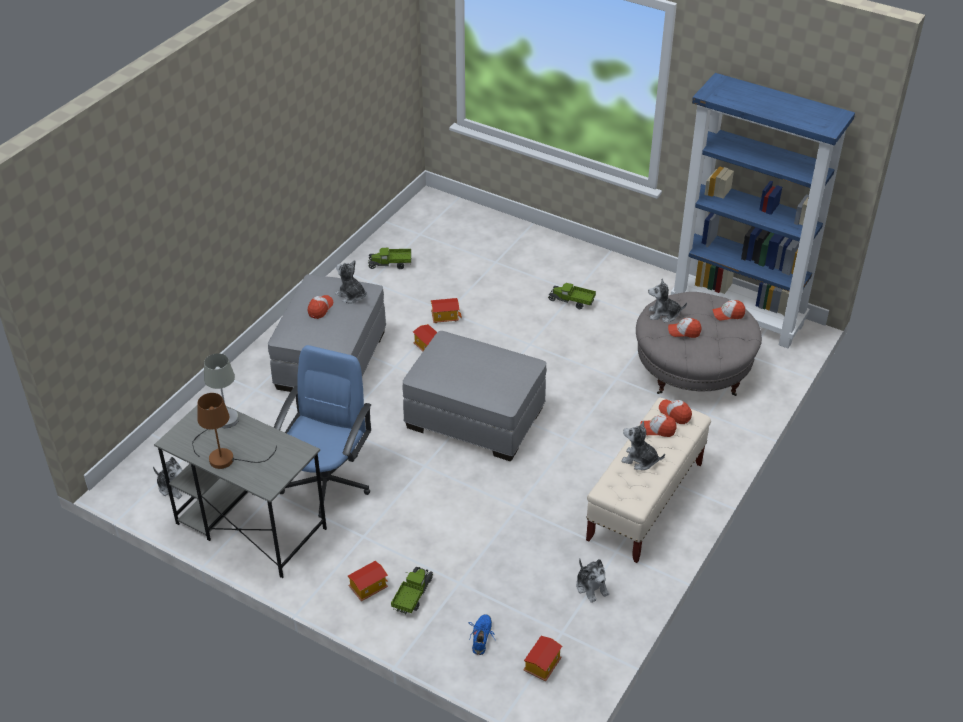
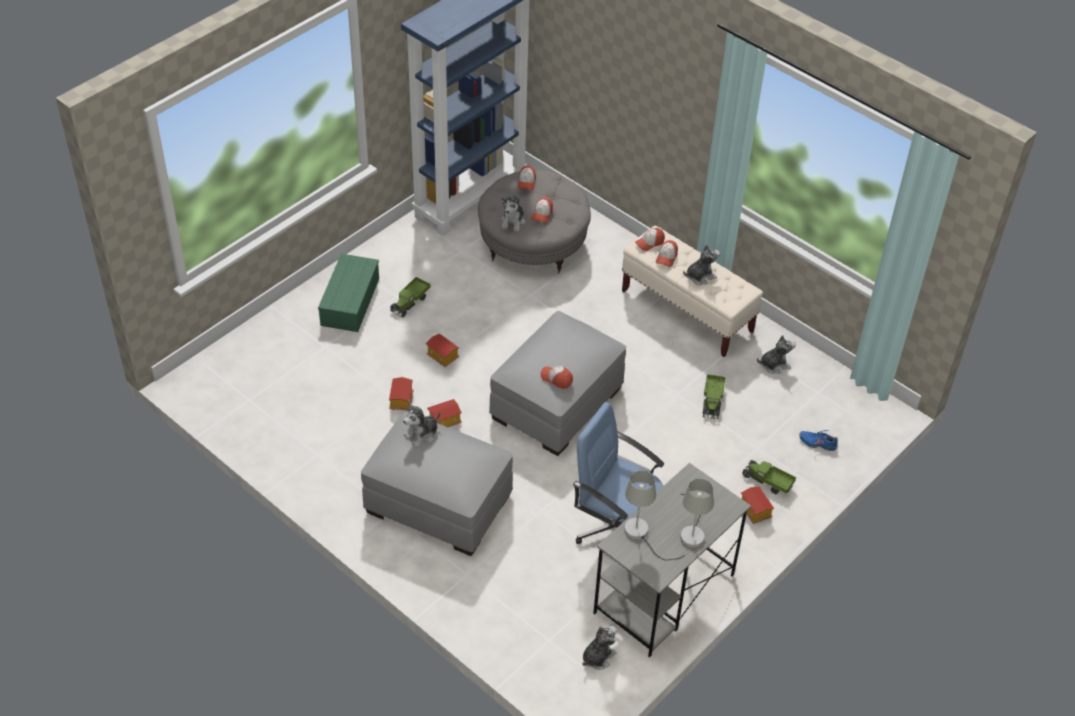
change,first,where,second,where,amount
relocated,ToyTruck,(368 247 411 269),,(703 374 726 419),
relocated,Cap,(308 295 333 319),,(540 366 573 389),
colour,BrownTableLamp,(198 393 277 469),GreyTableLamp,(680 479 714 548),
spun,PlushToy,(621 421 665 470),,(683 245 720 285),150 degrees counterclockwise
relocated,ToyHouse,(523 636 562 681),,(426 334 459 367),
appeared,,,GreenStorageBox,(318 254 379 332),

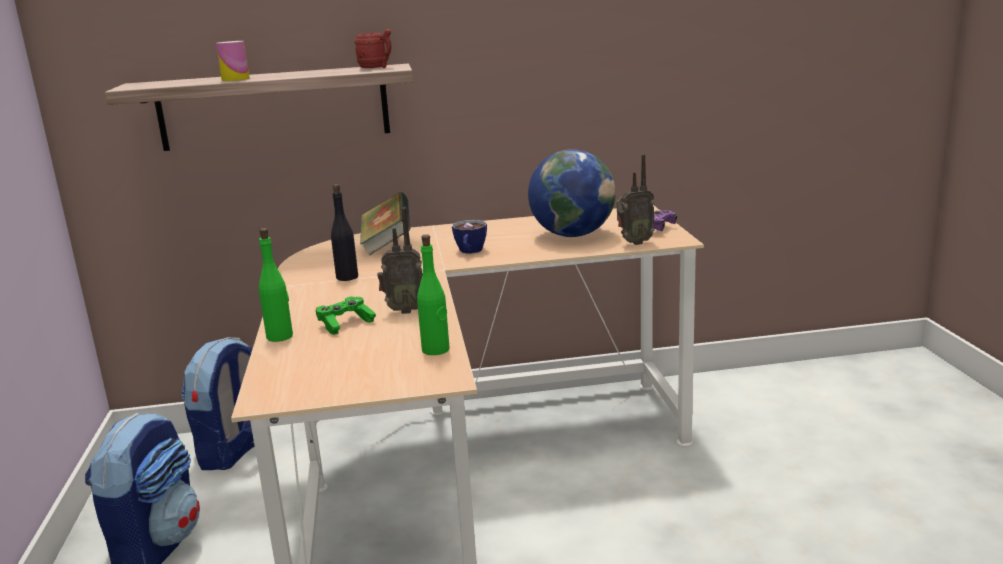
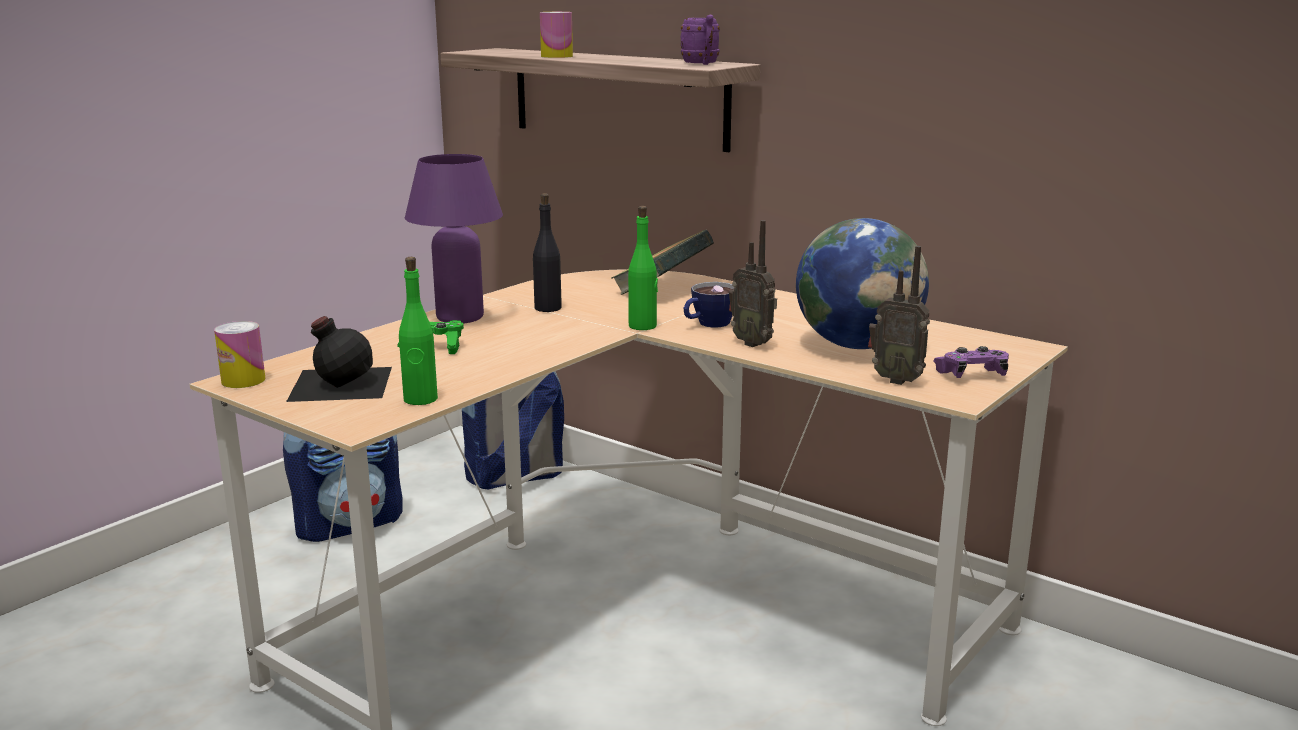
change,first,where,second,where,amount
colour,RedMug,(355 29 391 68),PurpleMug,(681 14 720 65),
relocated,Radio,(377 207 423 314),,(729 220 777 347),
relocated,GreenBottle,(259 228 293 342),,(628 206 658 330),
appeared,,,PurpleTableLamp,(405 154 503 324),
appeared,,,BlackBottle,(286 316 392 402),
appeared,,,Can,(214 321 266 388),

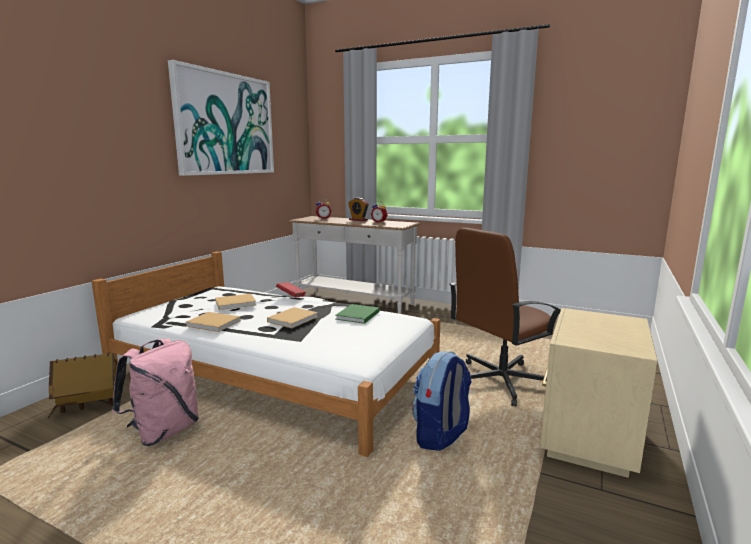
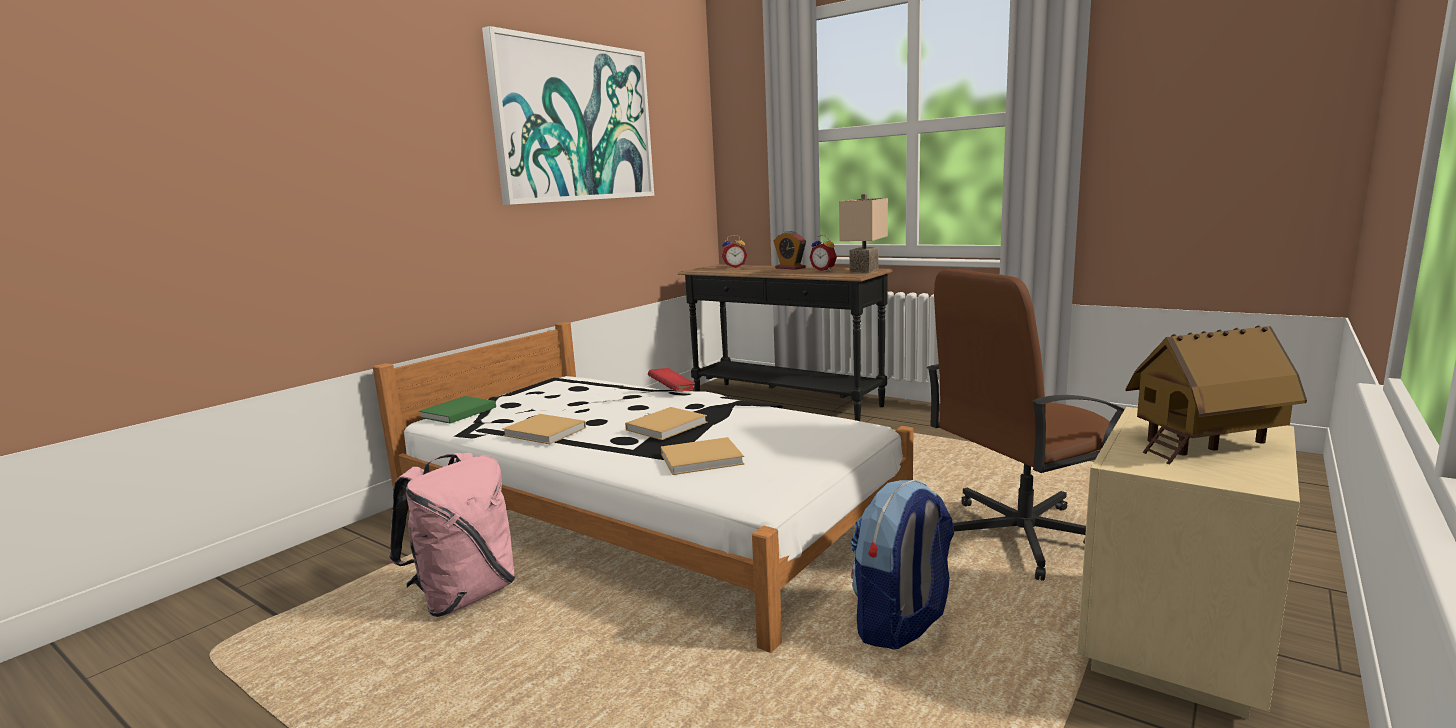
change,first,where,second,where,amount
colour,WhiteConsoleTable,(288 216 420 314),BlackConsoleTable,(678 264 893 421),
relocated,BeigeBook,(215 294 256 310),,(661 437 744 475),
relocated,GreenBook,(335 304 380 324),,(418 396 496 424),
relocated,ToyHouse,(47 353 118 419),,(1126 325 1307 464),
appeared,,,BeigeTableLamp,(839 194 888 273),

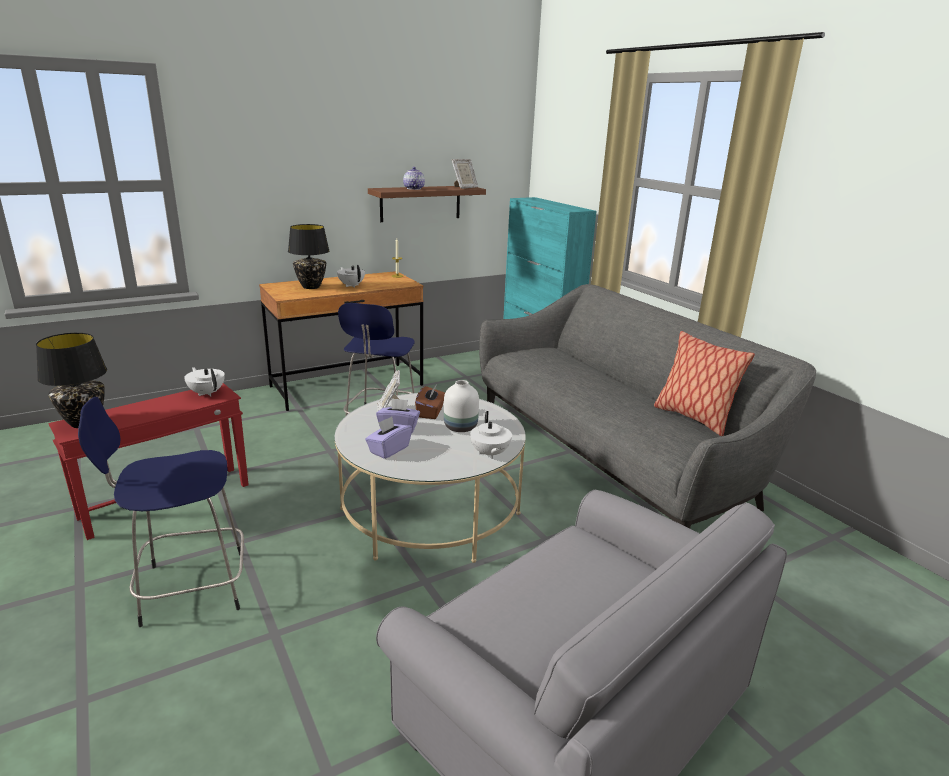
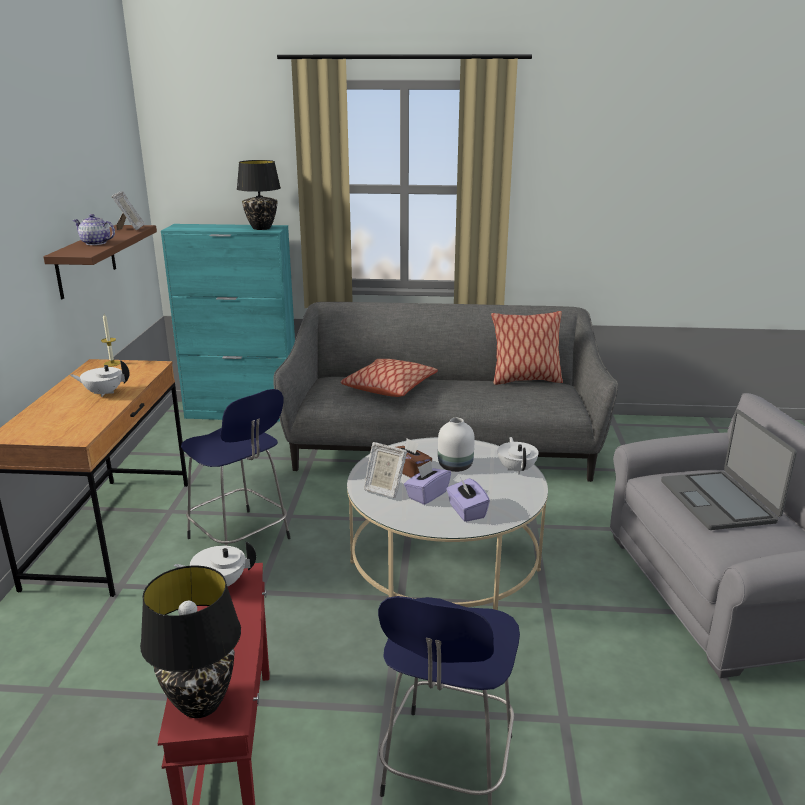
change,first,where,second,where,amount
relocated,BlackTableLamp,(288 224 330 289),,(237 160 281 230),
spun,WhiteTeapot,(470 411 512 459),,(498 437 539 474),120 degrees counterclockwise
appeared,,,Pillow,(341 359 438 397),
appeared,,,Laptop,(661 409 797 530),

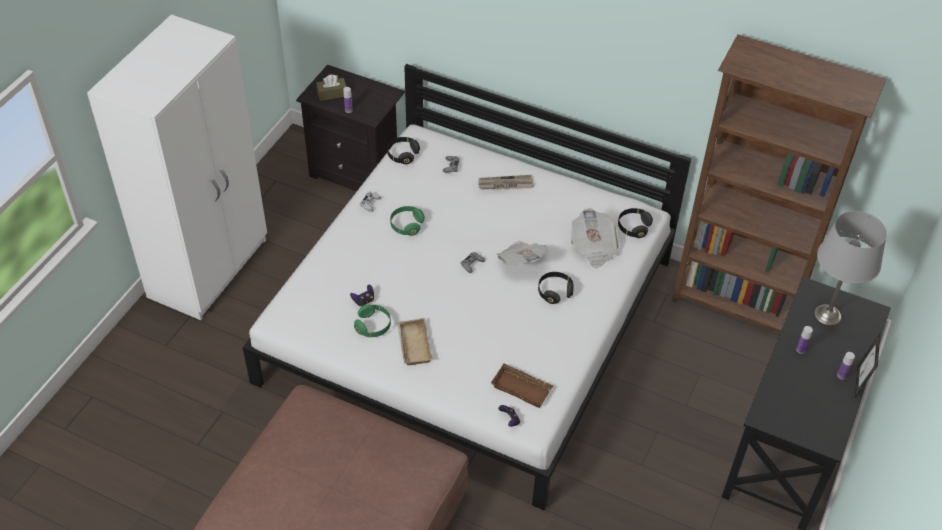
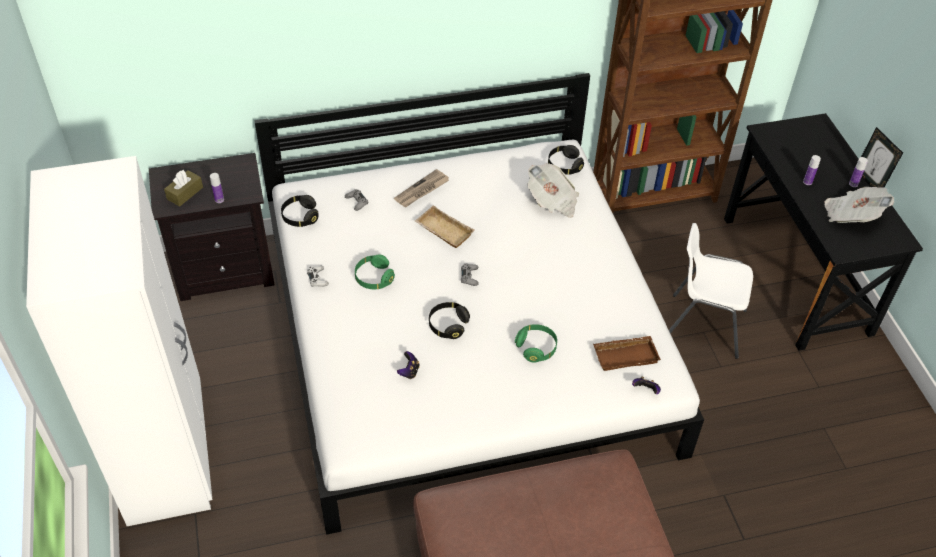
change,first,where,second,where,amount
missing,GreyTableLamp,(814 211 887 325),,,
relocated,Newspaper,(496 241 550 266),,(824 187 894 223),
relocated,BlackHeadphones,(538 272 574 304),,(429 302 470 339),
relocated,GreenHeadphones,(354 304 391 337),,(515 324 557 362),
relocated,BeigeTray,(397 318 433 365),,(415 205 474 248),
appeared,,,WhiteChair,(669 223 753 359),

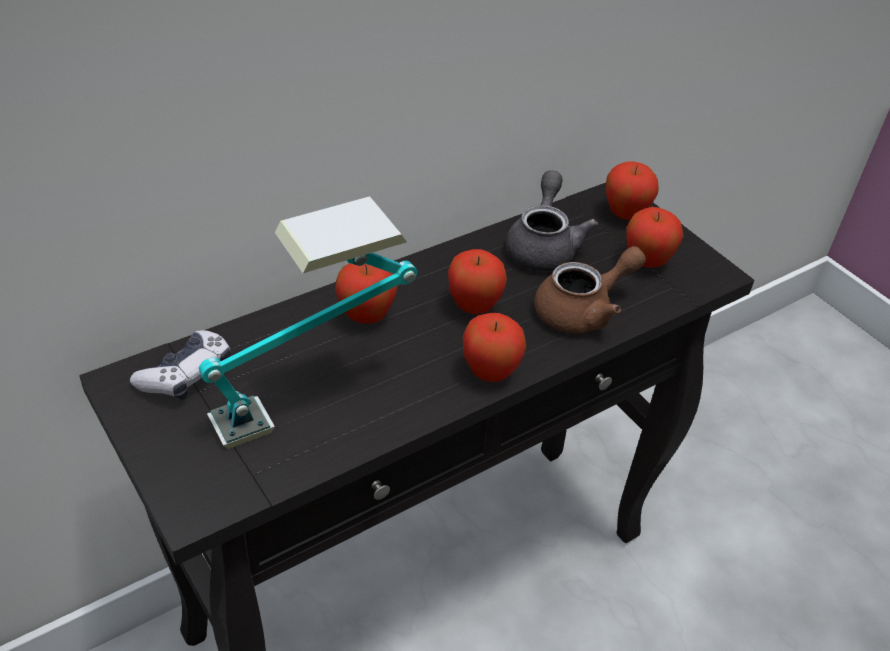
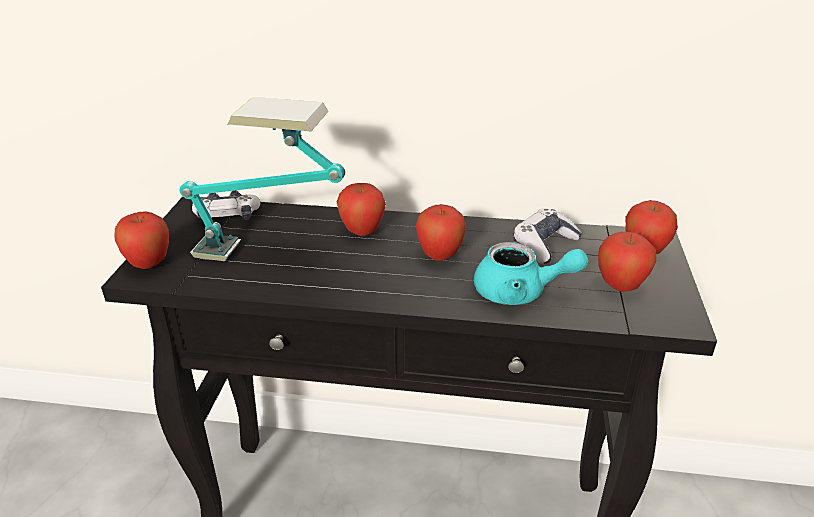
change,first,where,second,where,amount
exchanged,GreyTeapot,(505 170 598 271),GameController,(513 209 582 264),
colour,BrownTeapot,(534 246 646 333),TurquoiseTeapot,(474 242 588 305),
relocated,Apple,(463 313 526 382),,(114 211 169 269),

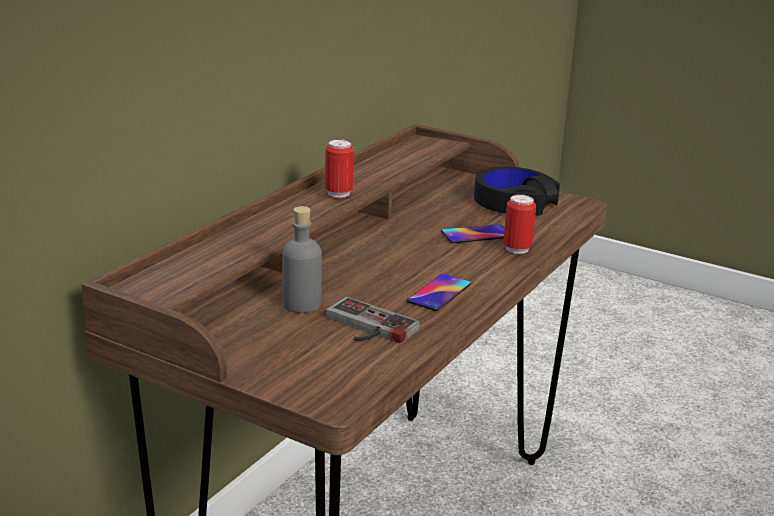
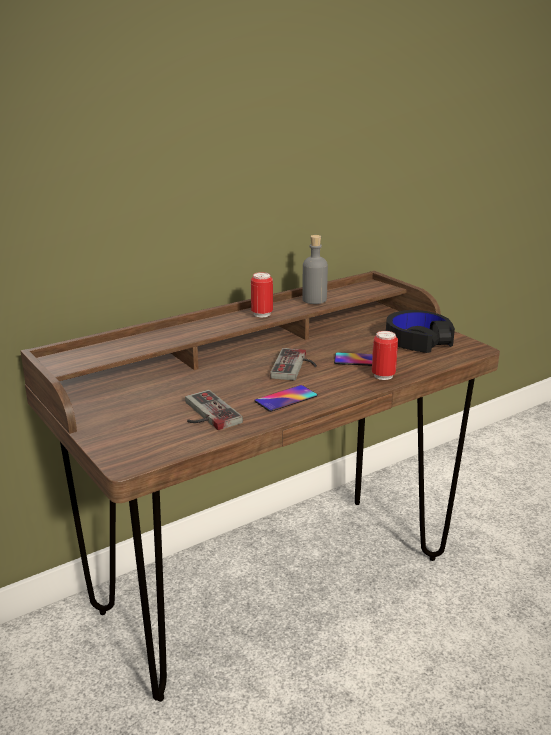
change,first,where,second,where,amount
relocated,GreyBottle,(282 206 322 313),,(302 235 328 304),
appeared,,,GameController,(270 348 317 381),

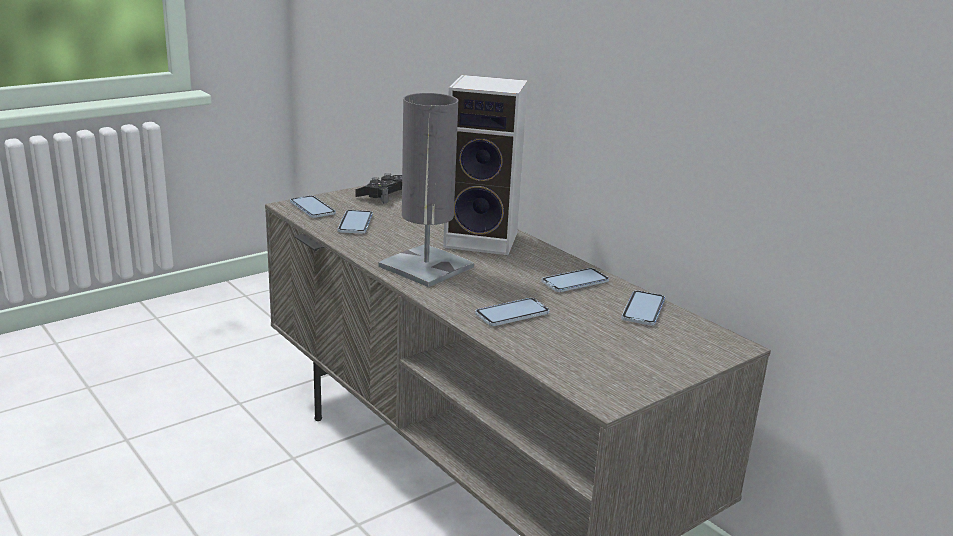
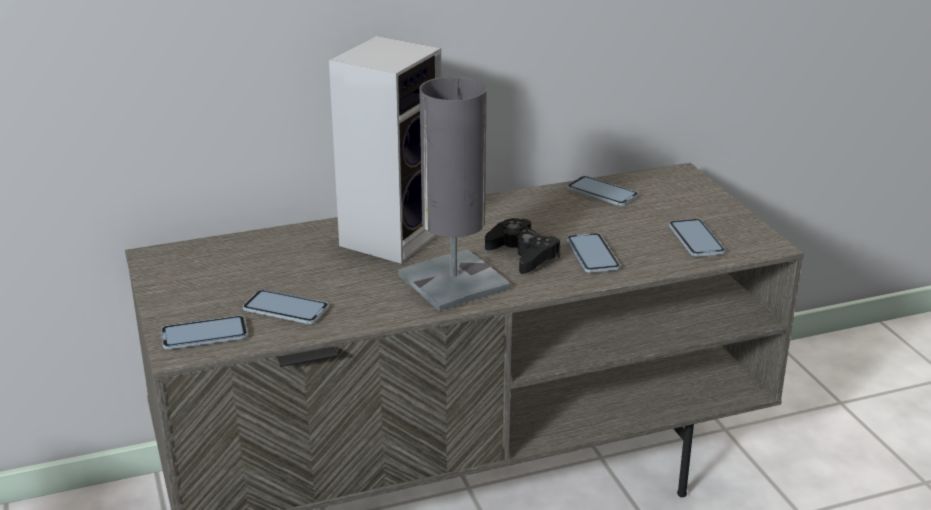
change,first,where,second,where,amount
relocated,BlackGameController,(356 173 402 204),,(485 218 560 274),
relocated,Phone,(542 268 609 292),,(669 219 725 257),

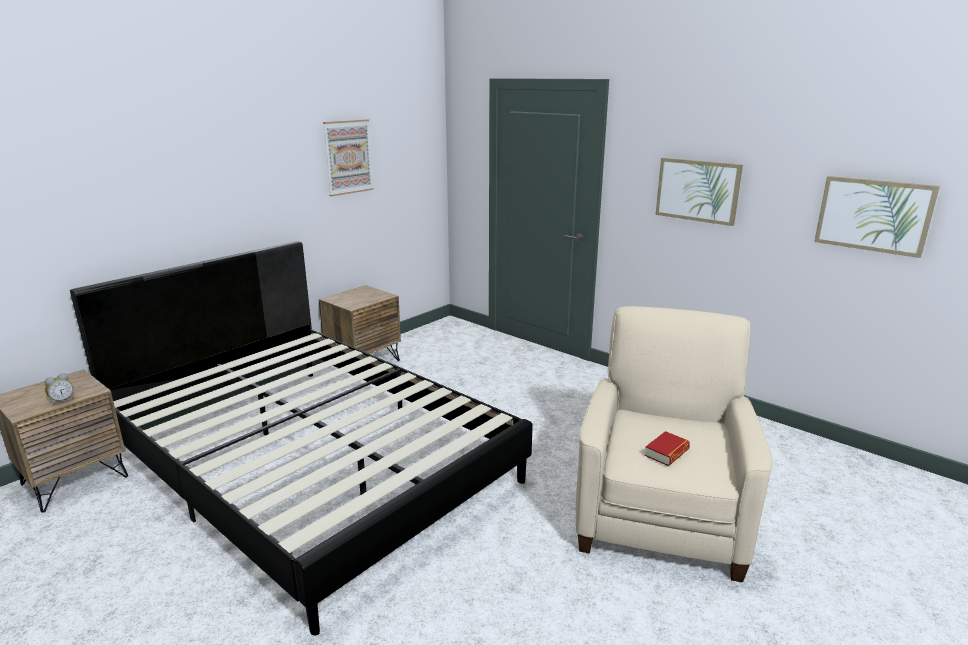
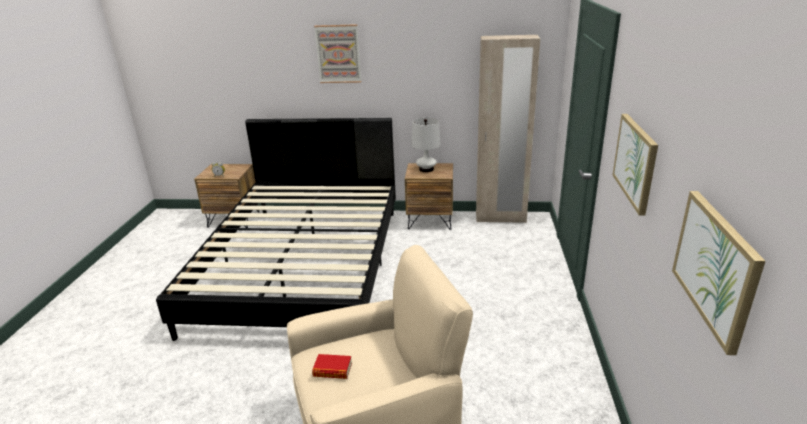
change,first,where,second,where,amount
relocated,Picture,(323 119 374 196),,(314 24 361 83),
appeared,,,BeigeWardrobe,(476 35 540 223),
appeared,,,WhiteTableLamp,(412 117 441 172),

